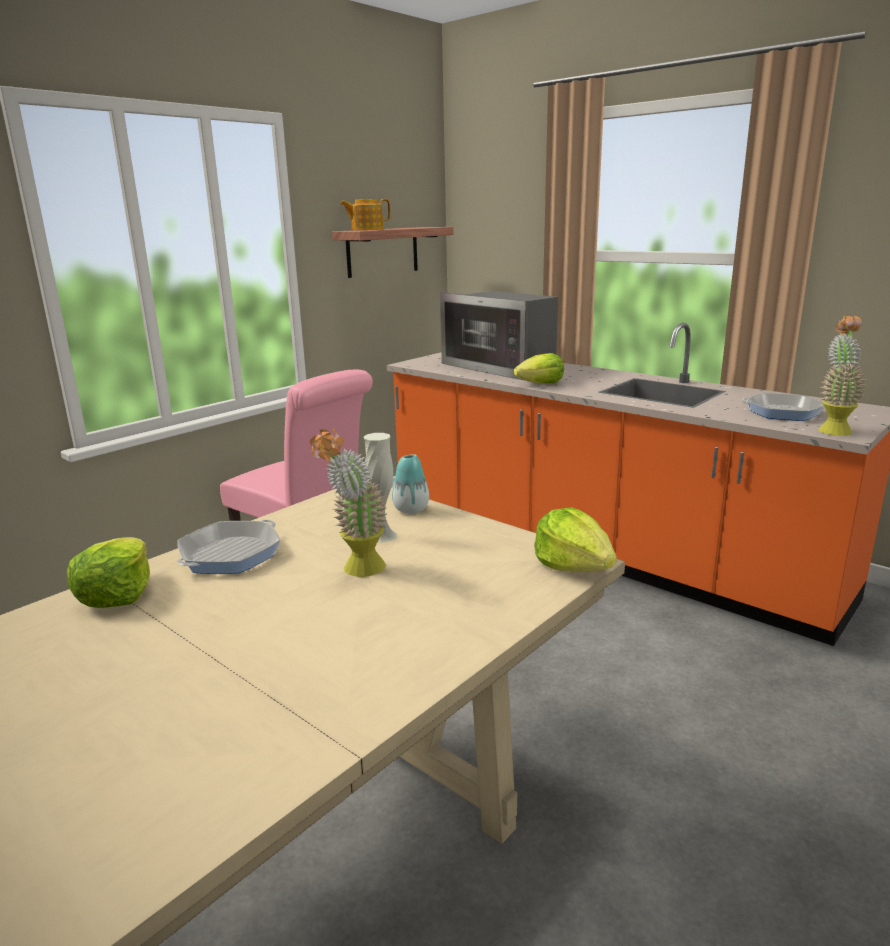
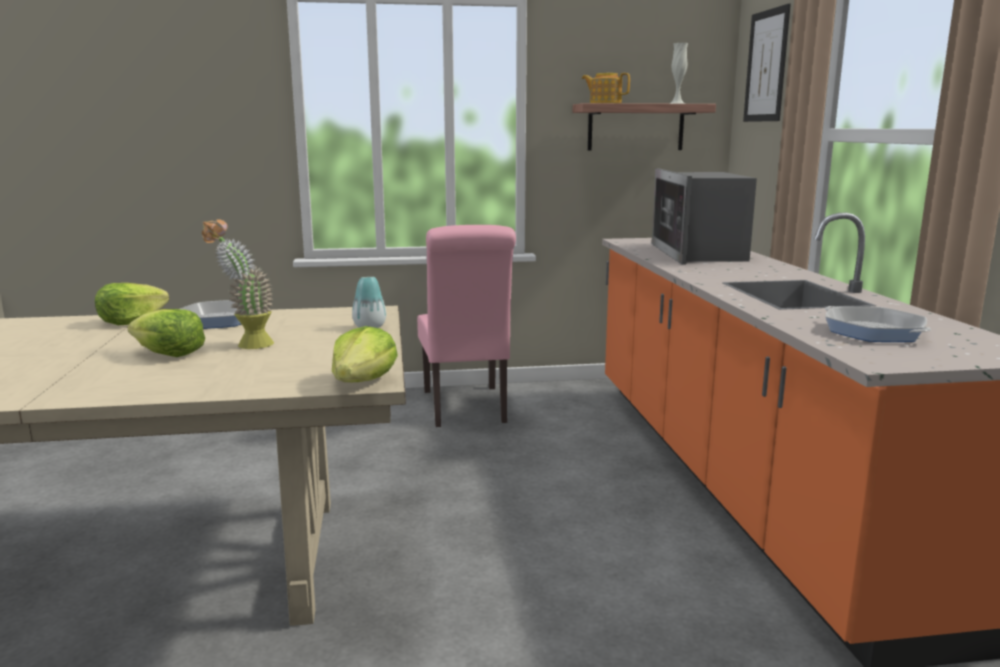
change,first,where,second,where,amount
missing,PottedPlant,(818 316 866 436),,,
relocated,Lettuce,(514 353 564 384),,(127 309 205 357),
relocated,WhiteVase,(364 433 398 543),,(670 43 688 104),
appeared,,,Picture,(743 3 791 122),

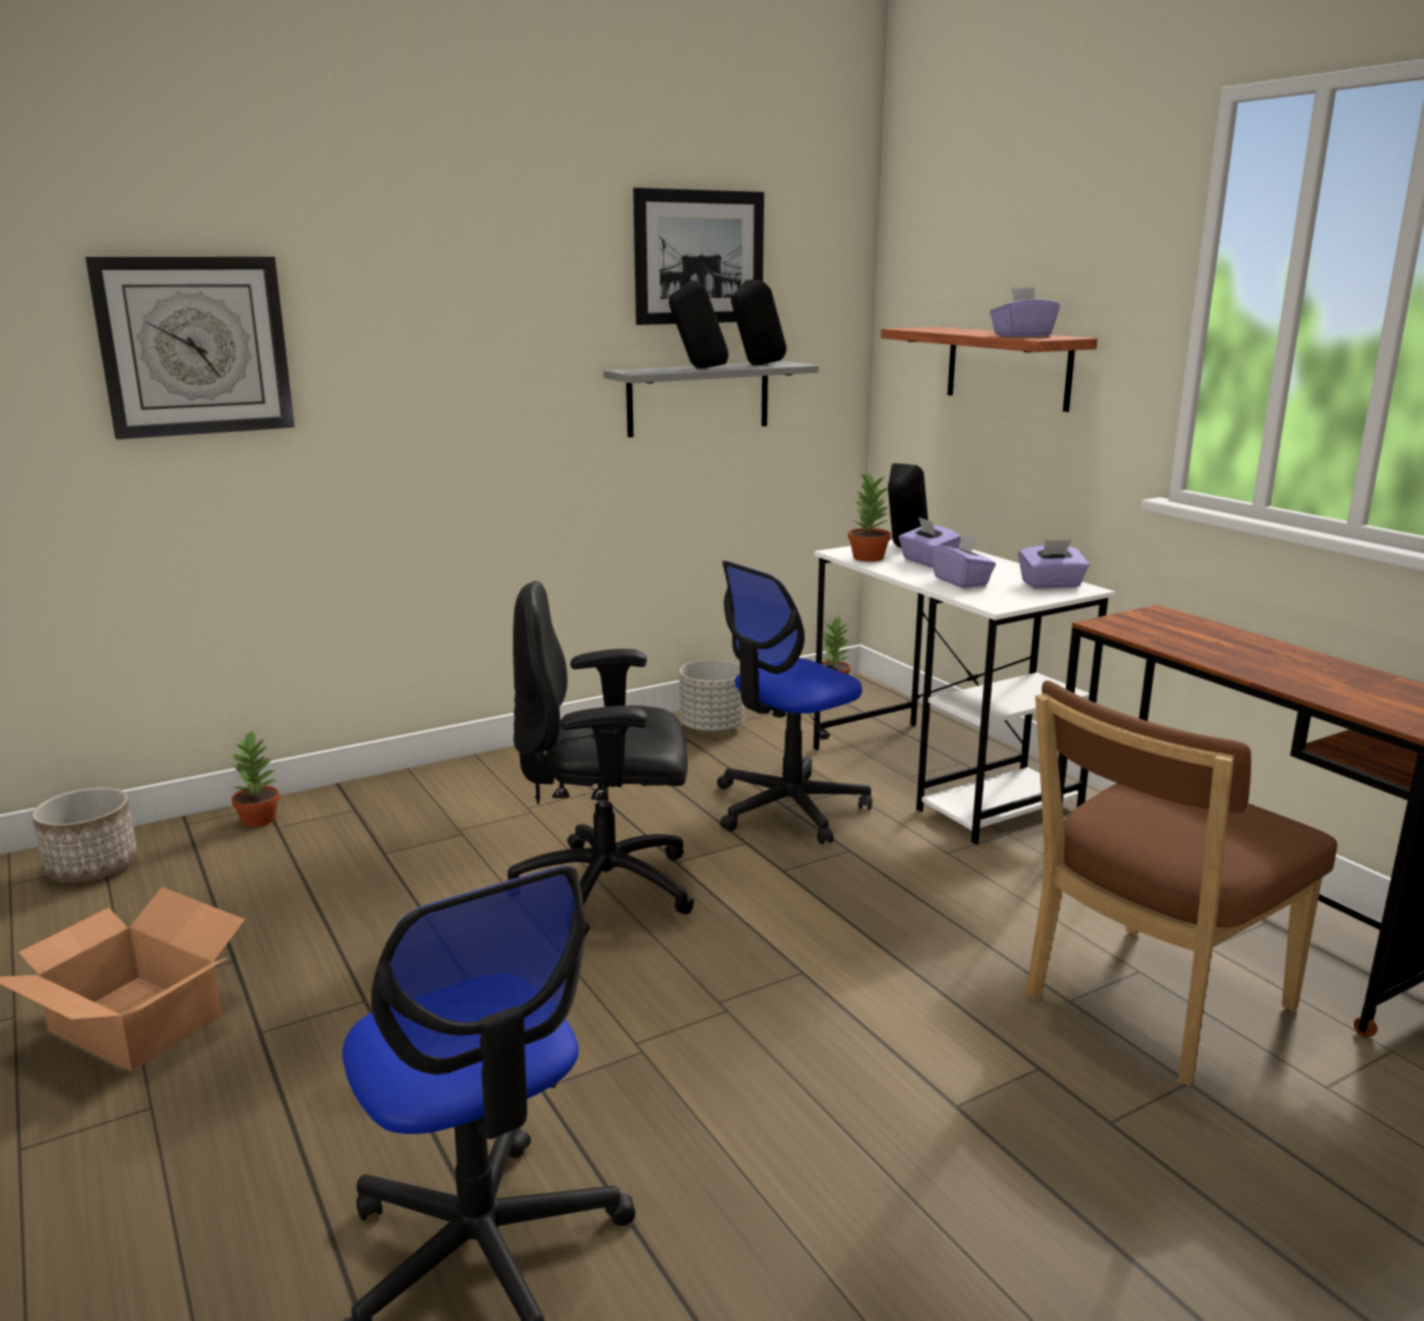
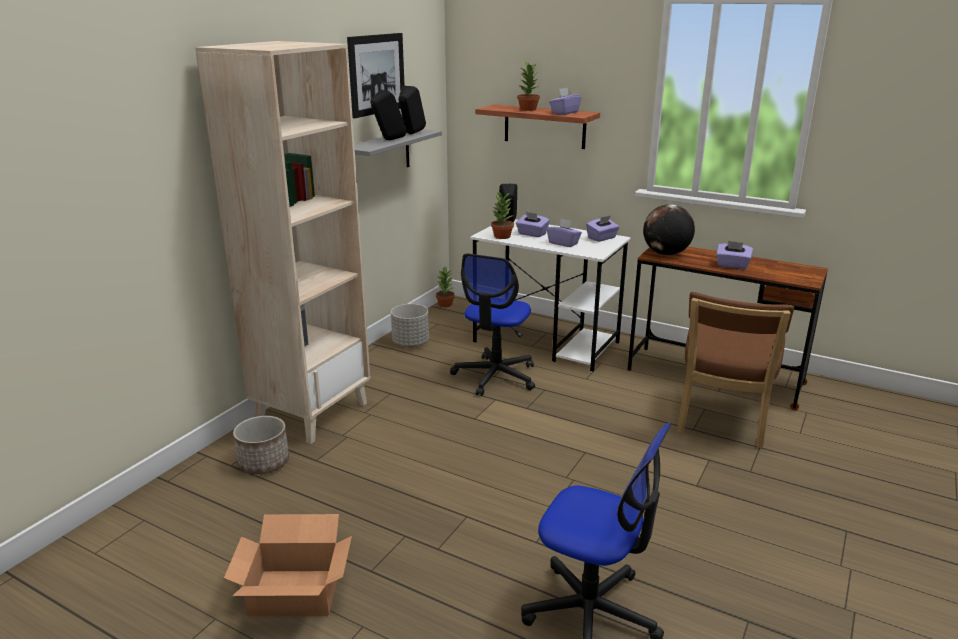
change,first,where,second,where,amount
missing,WallClock,(85 257 295 440),,,
missing,BlackOfficeChair,(507 581 695 936),,,
relocated,PottedPlant,(228 729 280 827),,(517 62 540 111),
relocated,Planter,(32 787 137 882),,(233 416 289 474),
appeared,,,BeigeBookcase,(195 41 370 444),
appeared,,,Globe,(643 204 695 255),
appeared,,,PurpleTissueBox,(716 241 753 269),

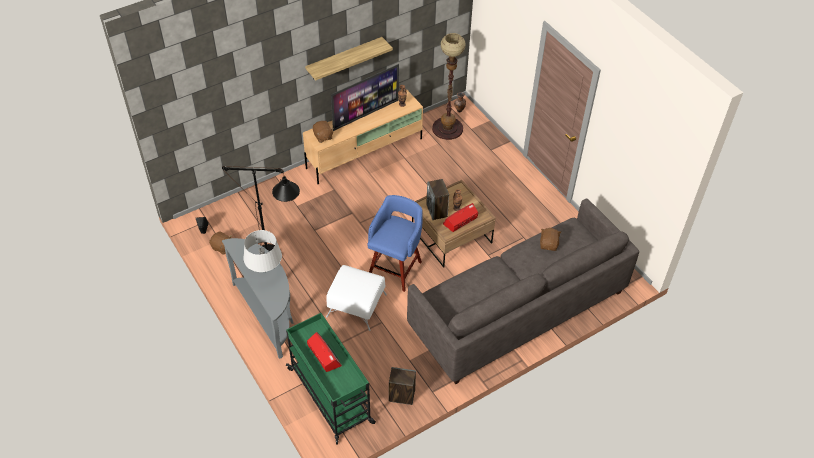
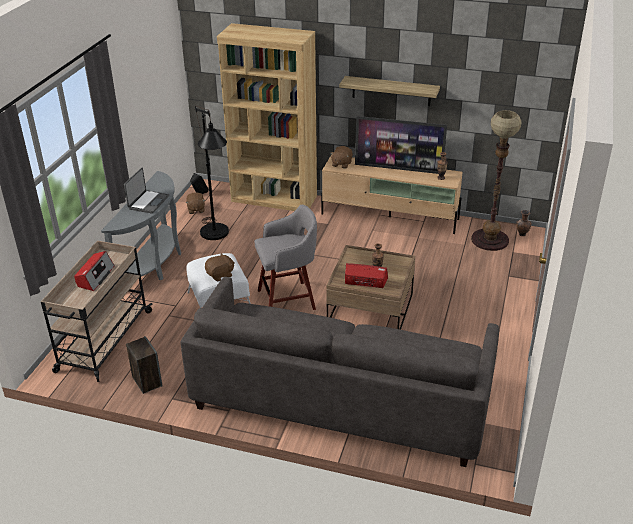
change,first,where,second,where,amount
missing,Speaker,(426 179 449 220),,,
colour,BlueStool,(368 195 423 292),GreyStool,(255 205 317 310),
relocated,BrownPlushToy,(540 228 561 251),,(205 253 235 281),
exchanged,GreyTableLamp,(243 230 282 272),Laptop,(124 168 169 214),
colour,GreenCart,(286 313 376 445),BeigeCart,(41 241 153 382),
appeared,,,BrownBookcase,(217 23 317 211),

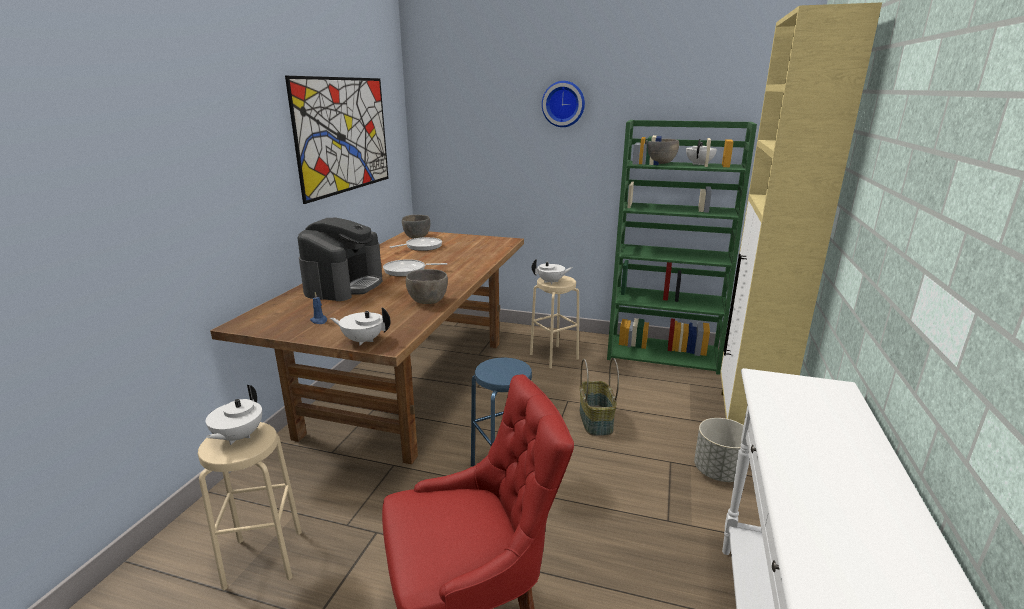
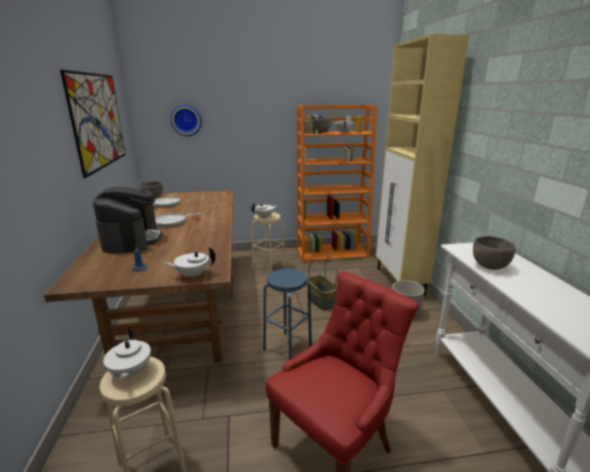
change,first,where,second,where,amount
relocated,WallClock,(542 81 585 127),,(170 105 202 136),
colour,GreenBookcase,(607 120 757 375),OrangeBookcase,(297 105 377 263),
relocated,GreyBowl,(406 269 448 304),,(473 236 516 270),

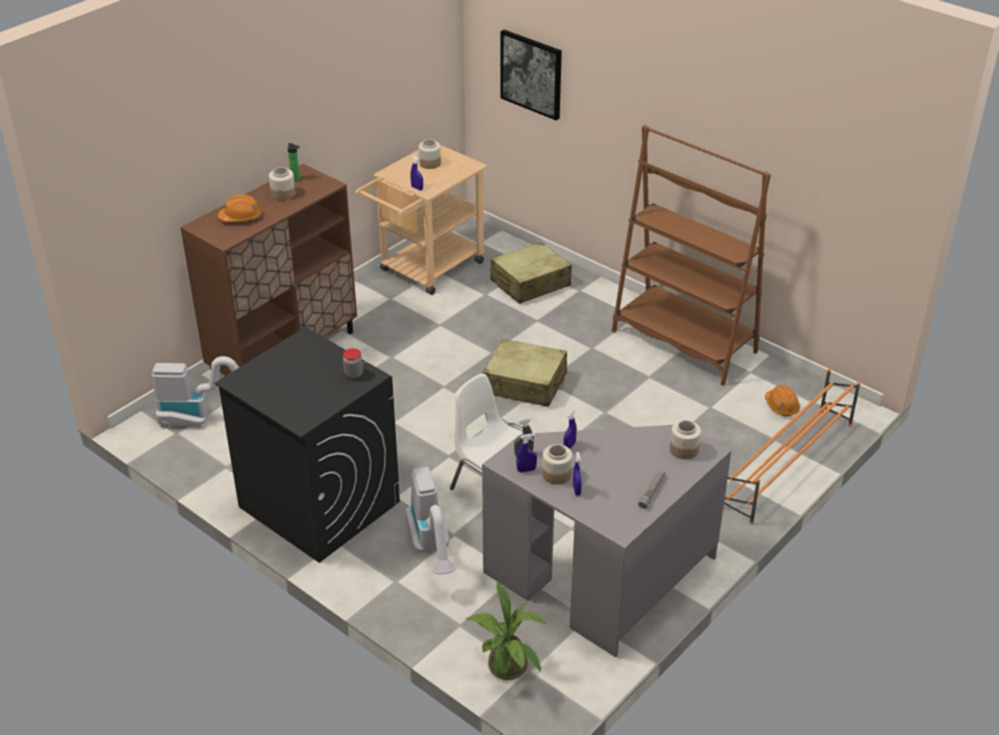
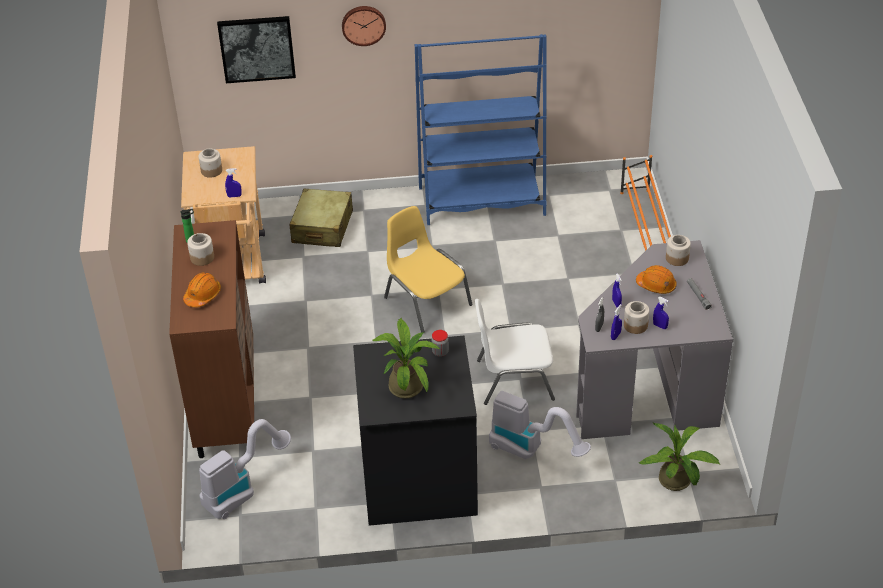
change,first,where,second,where,amount
colour,BrownBookcase,(612 125 771 386),BlueBookcase,(415 34 547 225),
exchanged,BeigeSuitcase,(483 339 567 407),YellowChair,(384 206 473 333),
relocated,OrangeHardHat,(765 385 800 416),,(636 265 677 294),
appeared,,,WallClock,(342 6 386 46),
appeared,,,PottedPlant,(373 318 440 399),

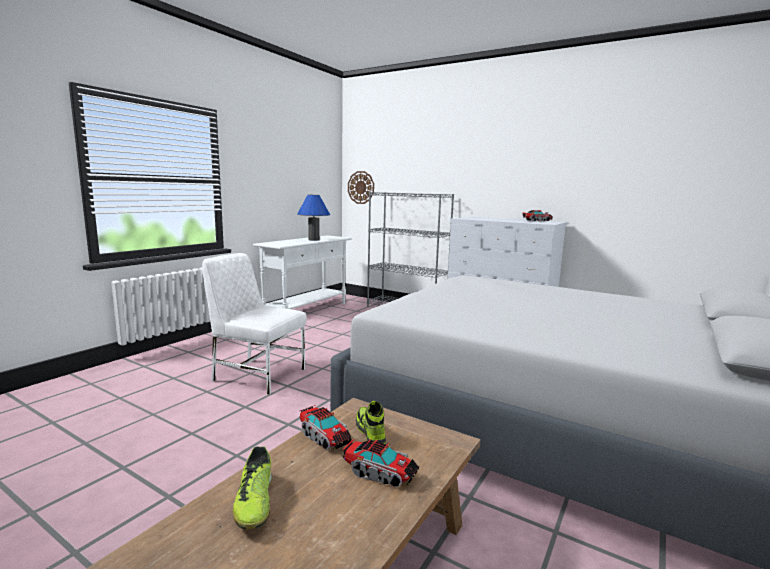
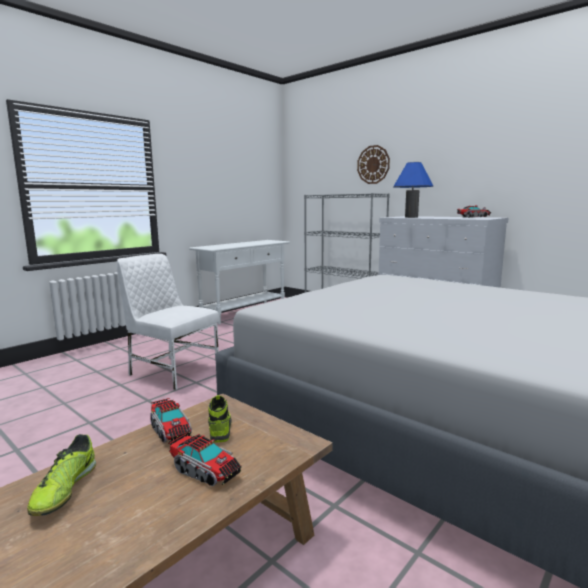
change,first,where,second,where,amount
relocated,WallClock,(348 171 374 204),,(357 145 390 184),
relocated,BlueTableLamp,(297 195 330 241),,(393 162 433 218),

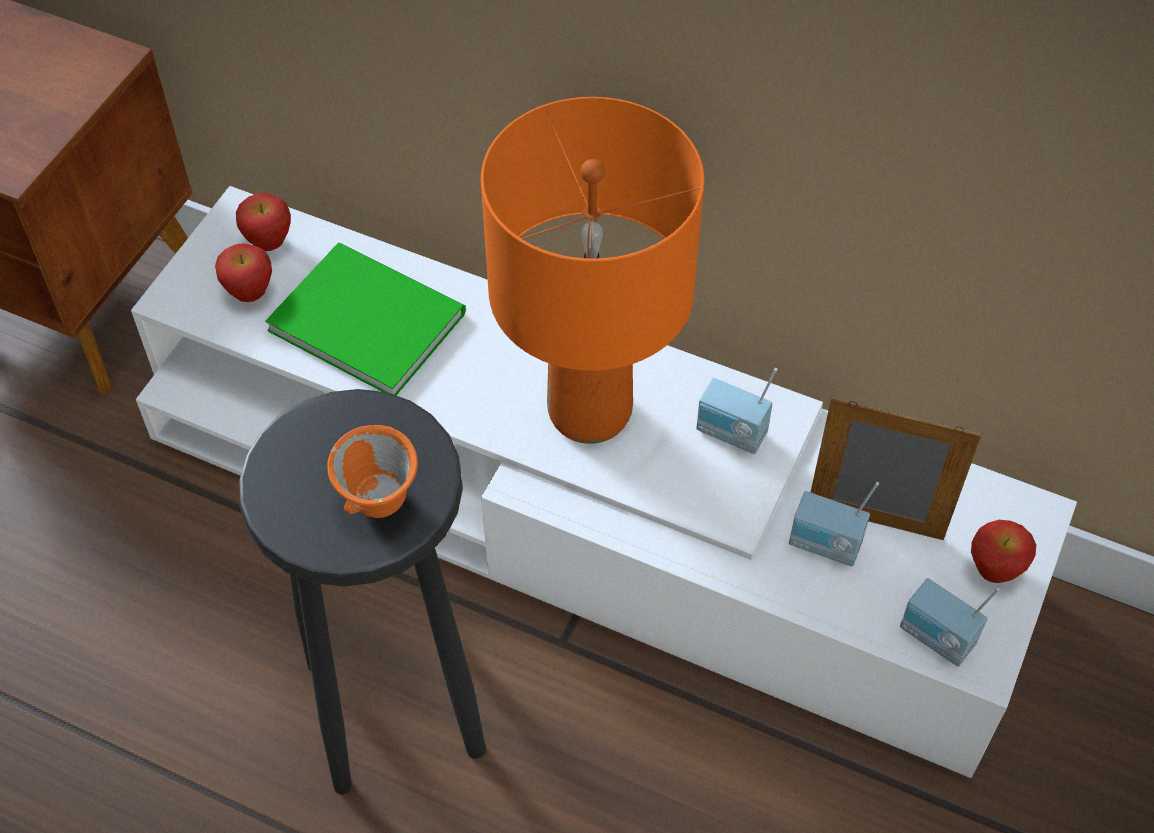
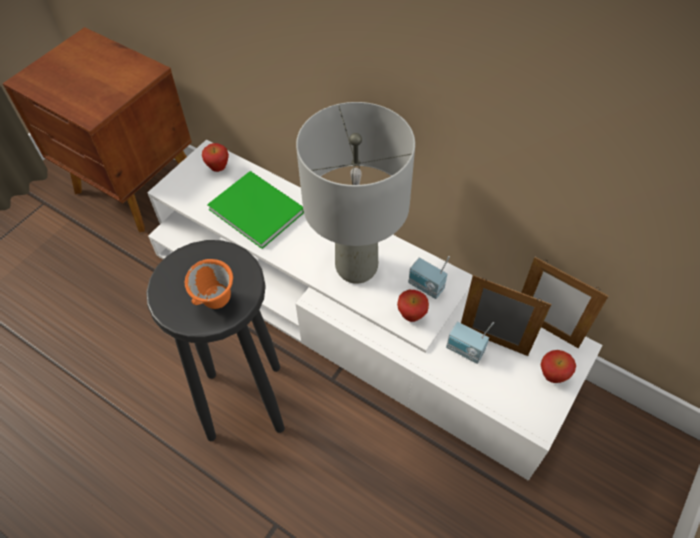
change,first,where,second,where,amount
colour,OrangeTableLamp,(481 97 705 444),GreyTableLamp,(296 102 415 284),
relocated,Apple,(215 243 272 302),,(397 290 429 322),
missing,Radio,(900 578 1000 667),,,
appeared,,,PictureFrame,(521 257 608 348),

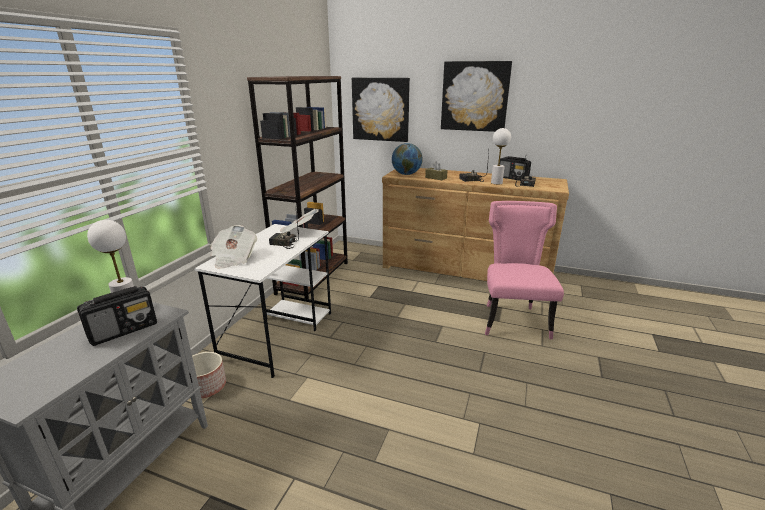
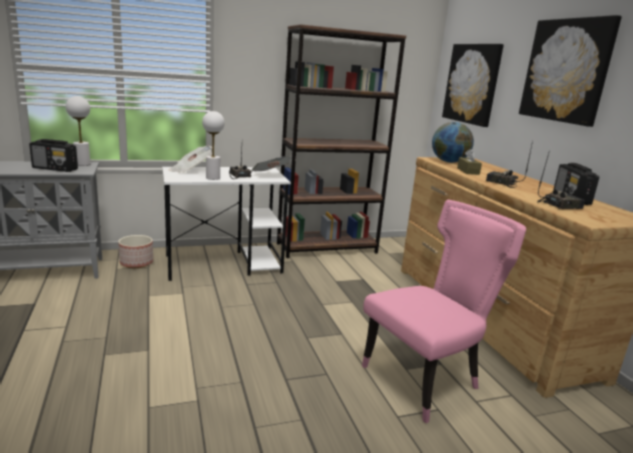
change,first,where,second,where,amount
relocated,WhiteTableLamp,(491 128 511 184),,(202 111 225 180),

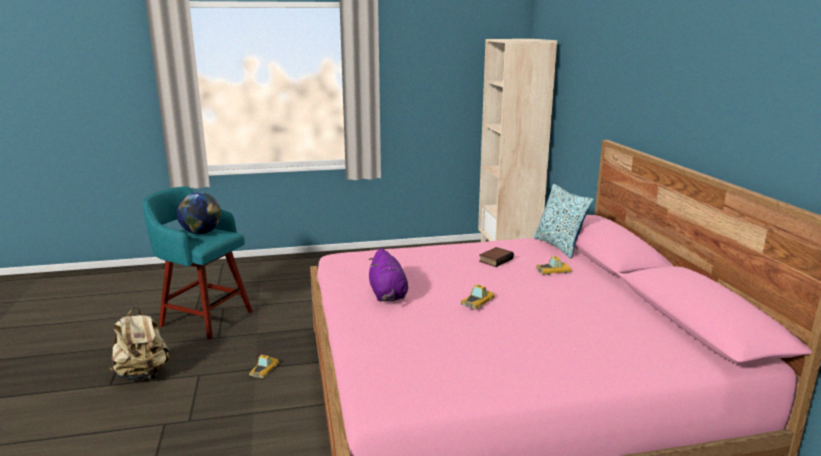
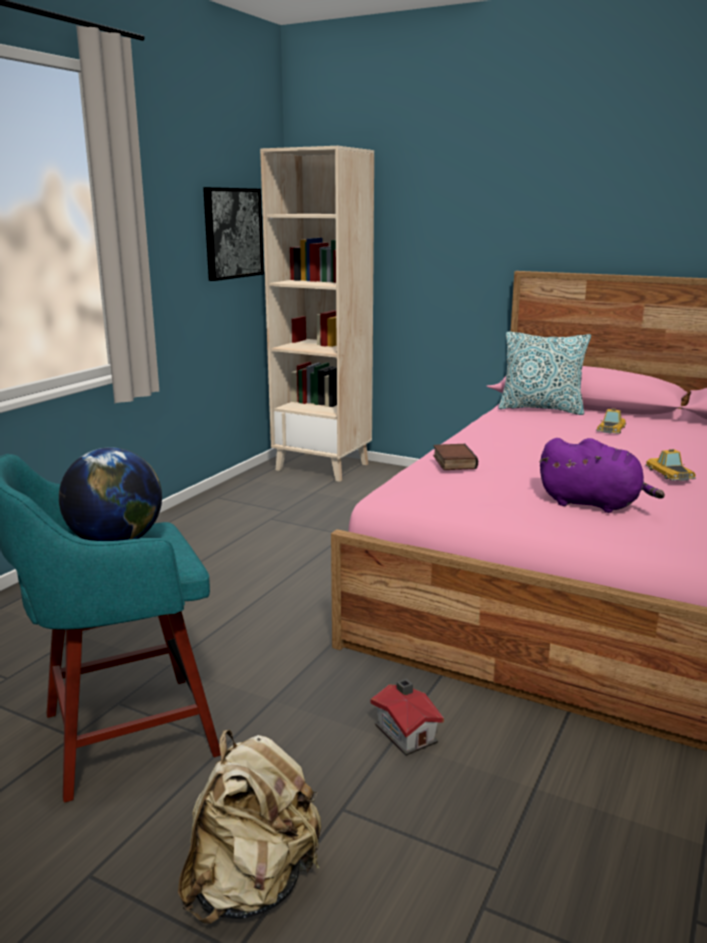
change,first,where,second,where,amount
relocated,Book,(479 247 514 267),,(433 444 478 470),
exchanged,ToyCar,(249 355 279 378),ToyHouse,(370 679 444 756),
appeared,,,Picture,(203 187 264 281),

